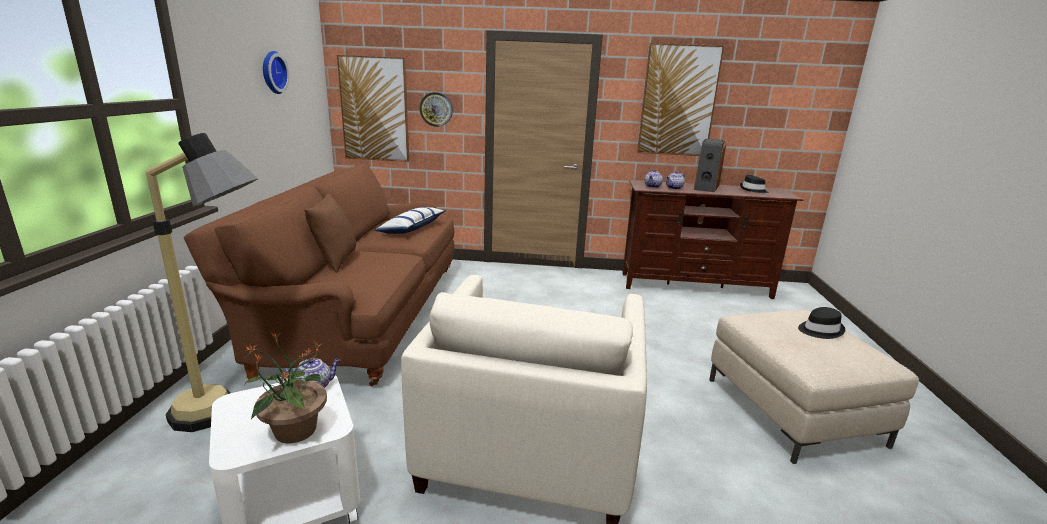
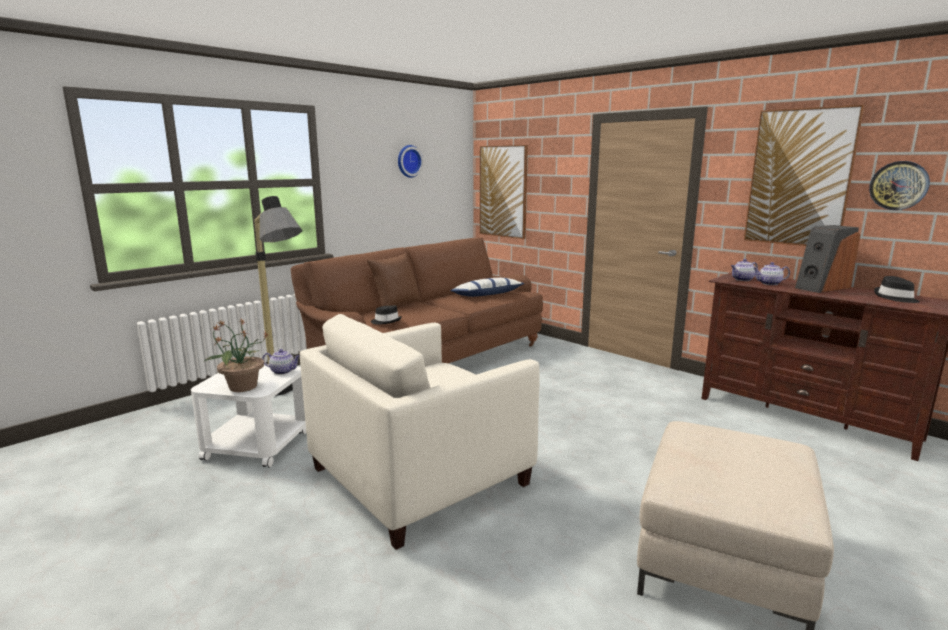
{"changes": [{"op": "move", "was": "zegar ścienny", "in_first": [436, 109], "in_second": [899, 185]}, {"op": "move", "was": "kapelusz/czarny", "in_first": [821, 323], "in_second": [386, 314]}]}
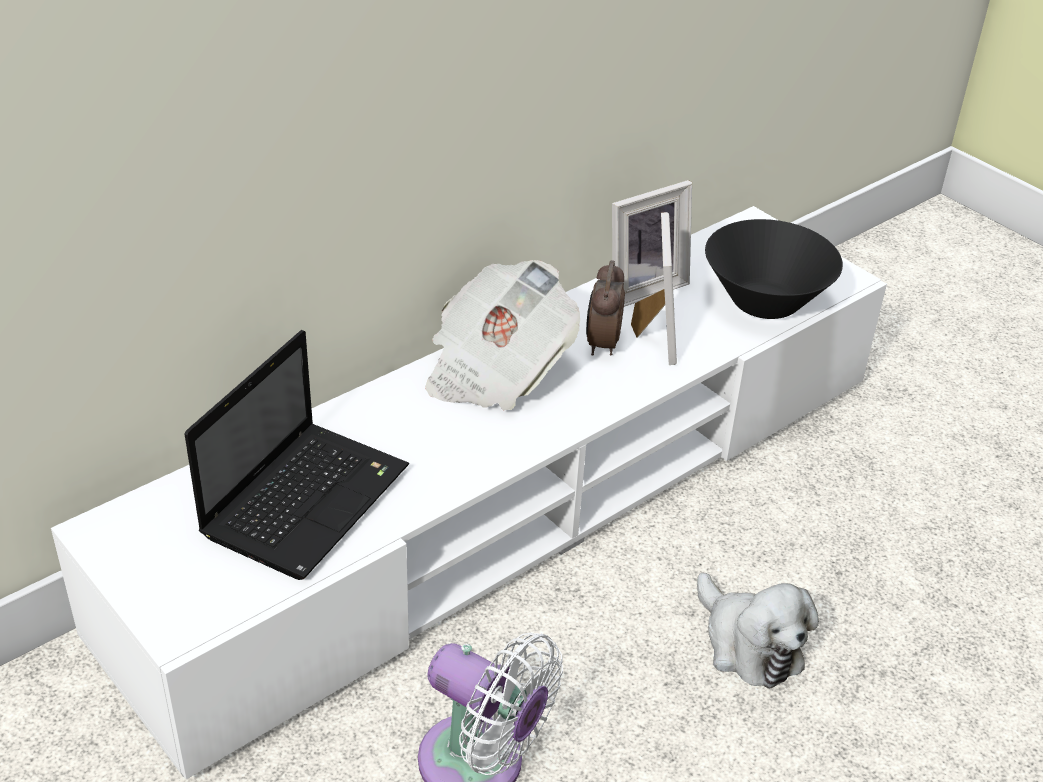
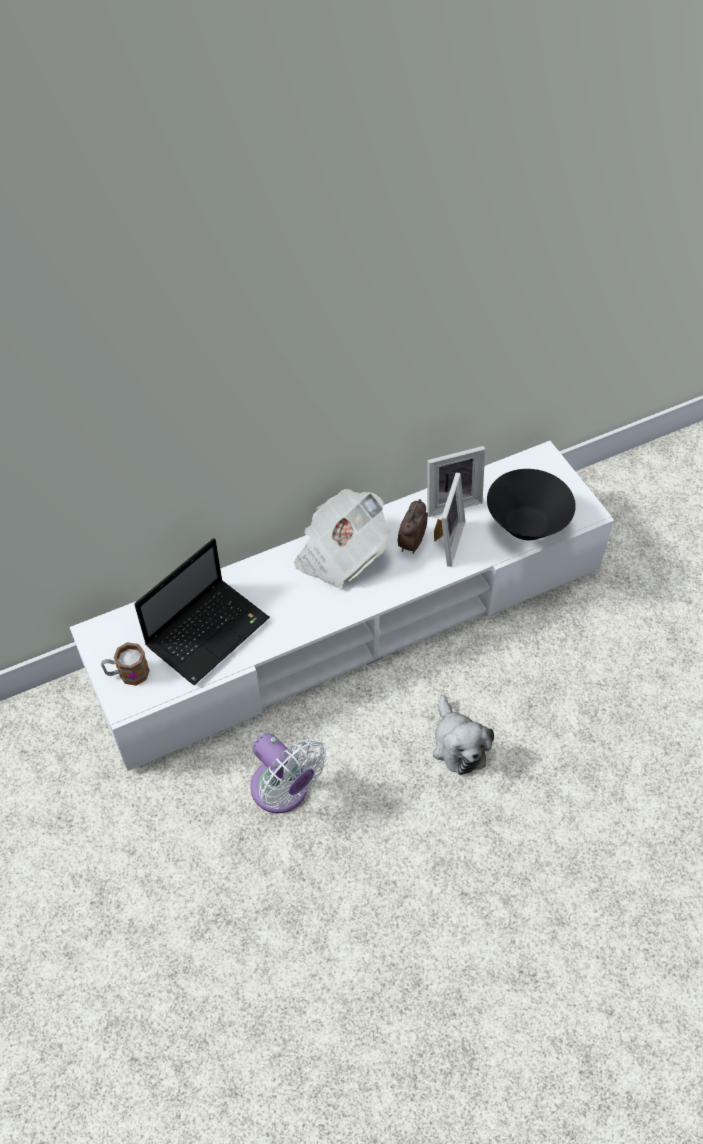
{"changes": [{"op": "insert", "now": "kubek", "in_second": [125, 664]}]}
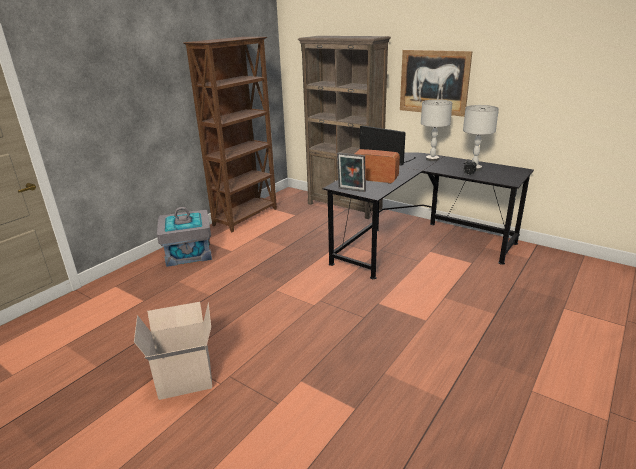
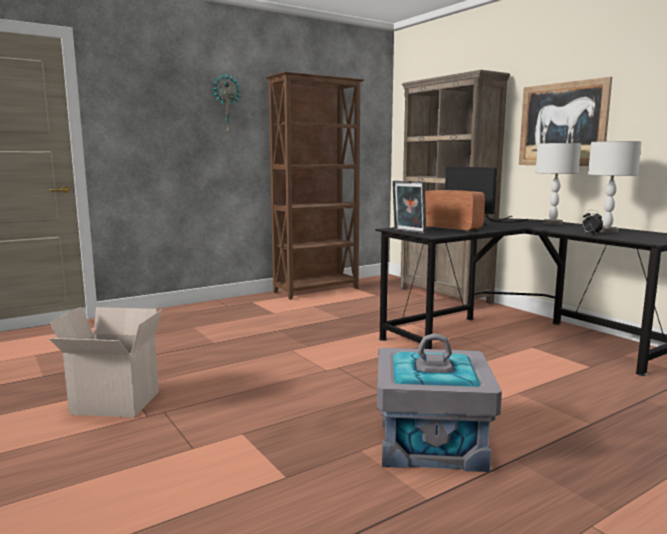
{"changes": [{"op": "move", "was": "pojemnik do przechowywania/szary", "in_first": [184, 237], "in_second": [439, 403]}, {"op": "insert", "now": "zegar ścienny", "in_second": [226, 103]}]}
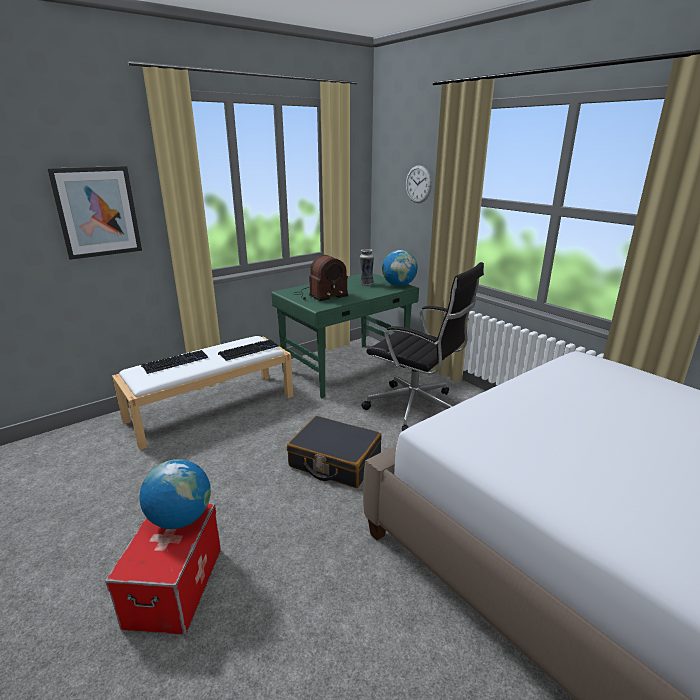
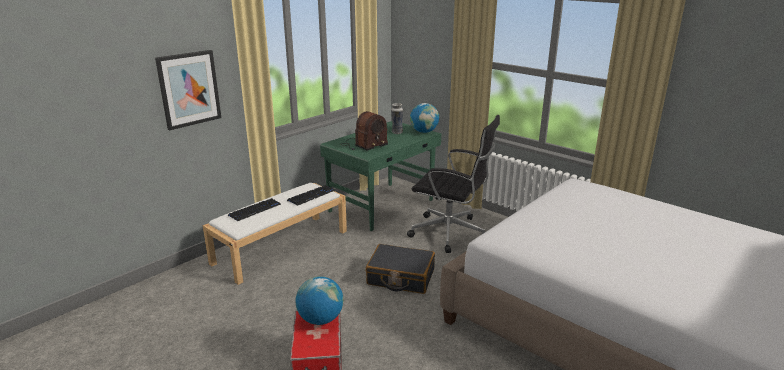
{"changes": [{"op": "delete", "was": "zegar ścienny", "in_first": [419, 184]}]}
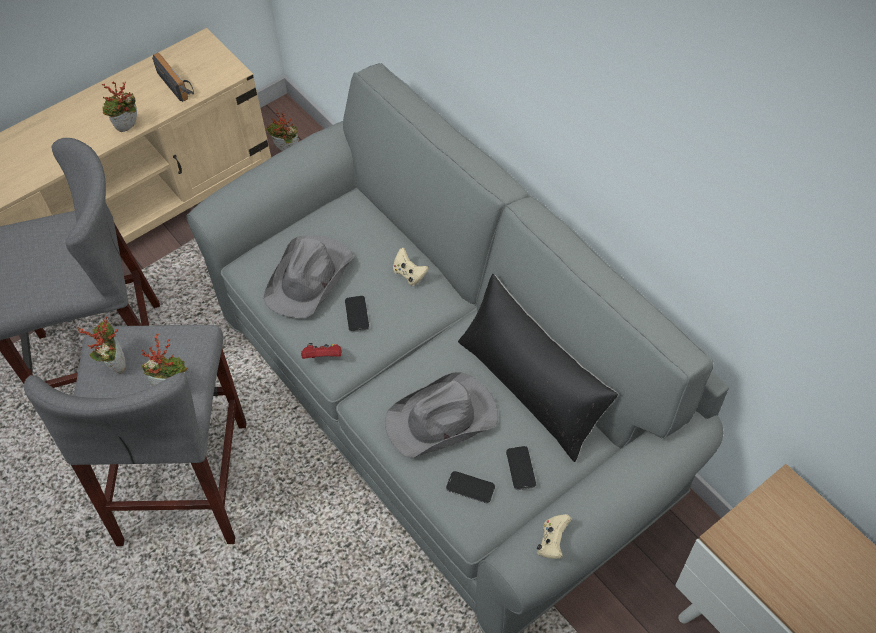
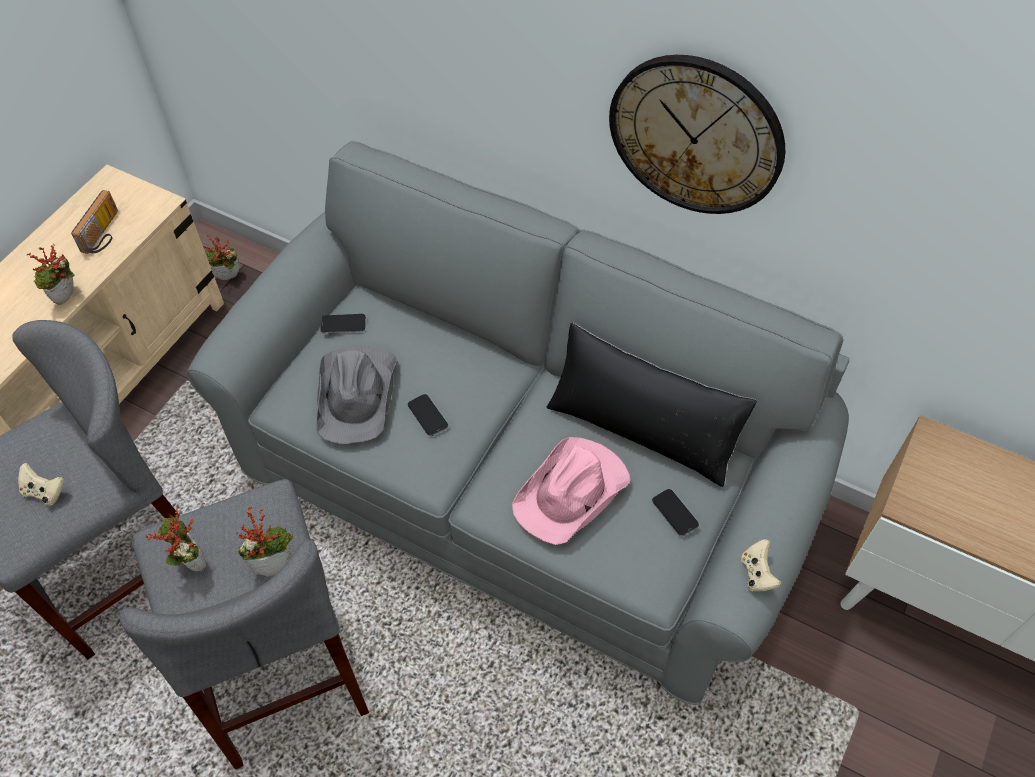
{"changes": [{"op": "rotate", "was": "radio", "in_first": [173, 77], "in_second": [94, 222], "clockwise": 75}, {"op": "delete", "was": "pad do gier/czerwony", "in_first": [321, 351]}, {"op": "recolor", "was": "kapelusz/szary", "now": "kapelusz/różowy", "in_first": [441, 415], "in_second": [571, 491]}, {"op": "move", "was": "pad do gier/beżowy", "in_first": [411, 267], "in_second": [41, 484]}, {"op": "move", "was": "telefon", "in_first": [470, 487], "in_second": [343, 324]}, {"op": "insert", "now": "zegar ścienny", "in_second": [697, 134]}]}
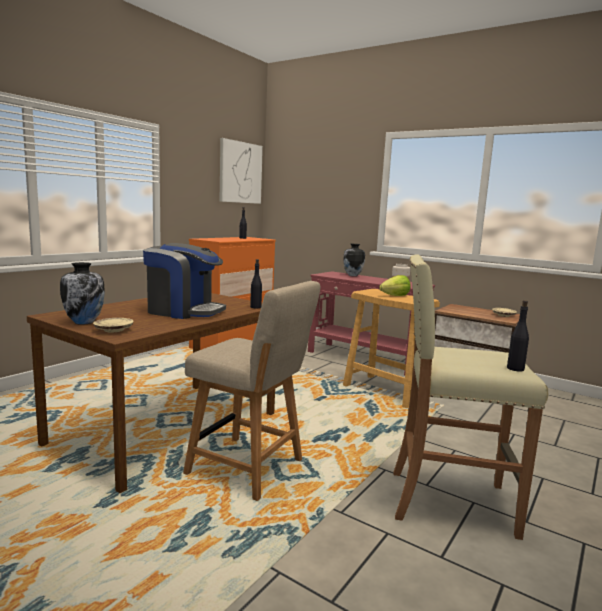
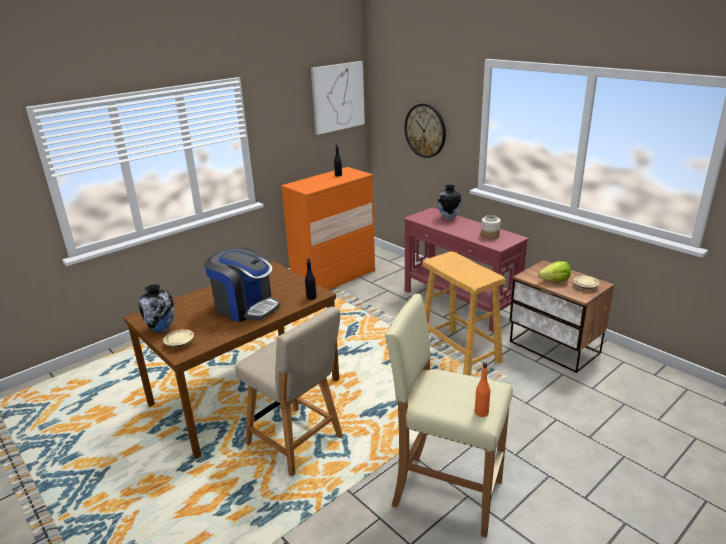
{"changes": [{"op": "move", "was": "sałata", "in_first": [395, 285], "in_second": [554, 271]}, {"op": "recolor", "was": "butelka/czarny", "now": "butelka/pomarańczowy", "in_first": [518, 335], "in_second": [482, 389]}, {"op": "insert", "now": "zegar ścienny", "in_second": [425, 130]}]}
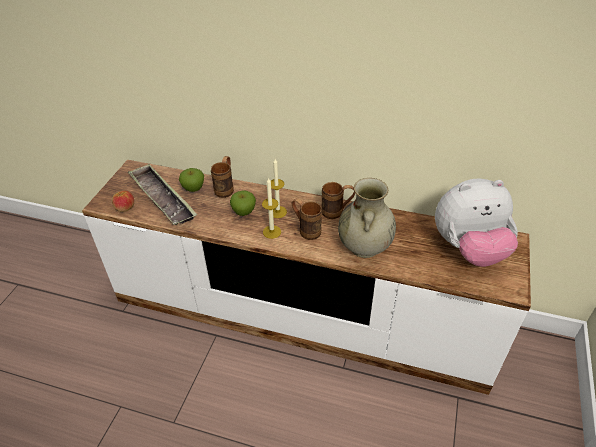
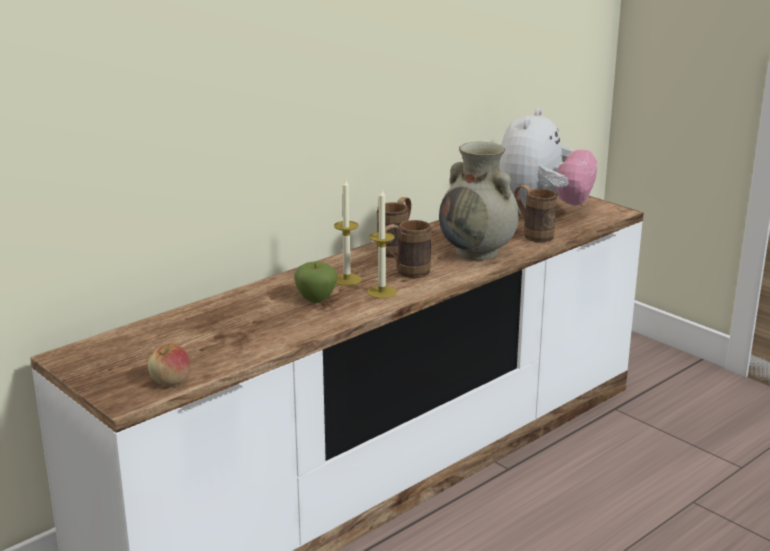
{"changes": [{"op": "delete", "was": "taca", "in_first": [162, 194]}, {"op": "delete", "was": "jabłko", "in_first": [191, 180]}, {"op": "move", "was": "kubek/brązowy", "in_first": [222, 177], "in_second": [535, 213]}]}
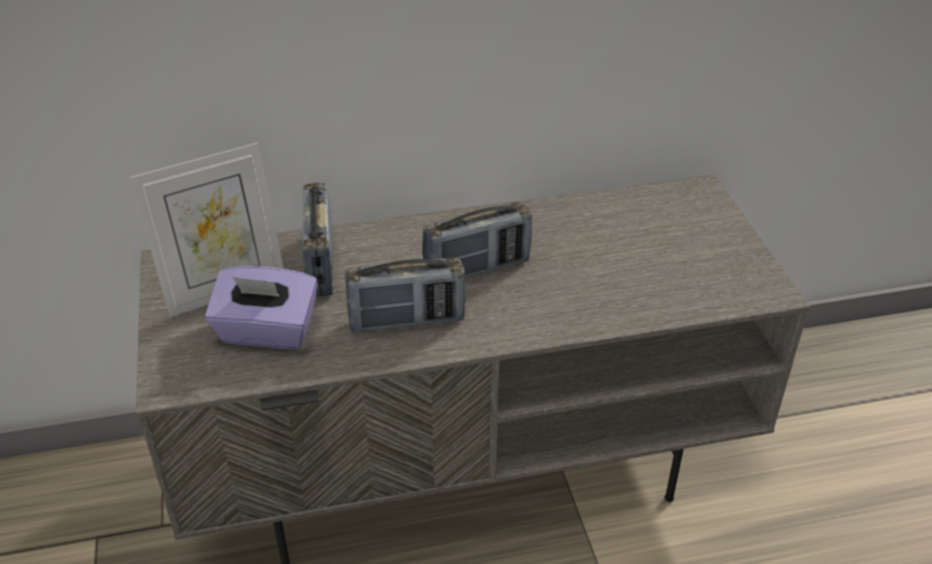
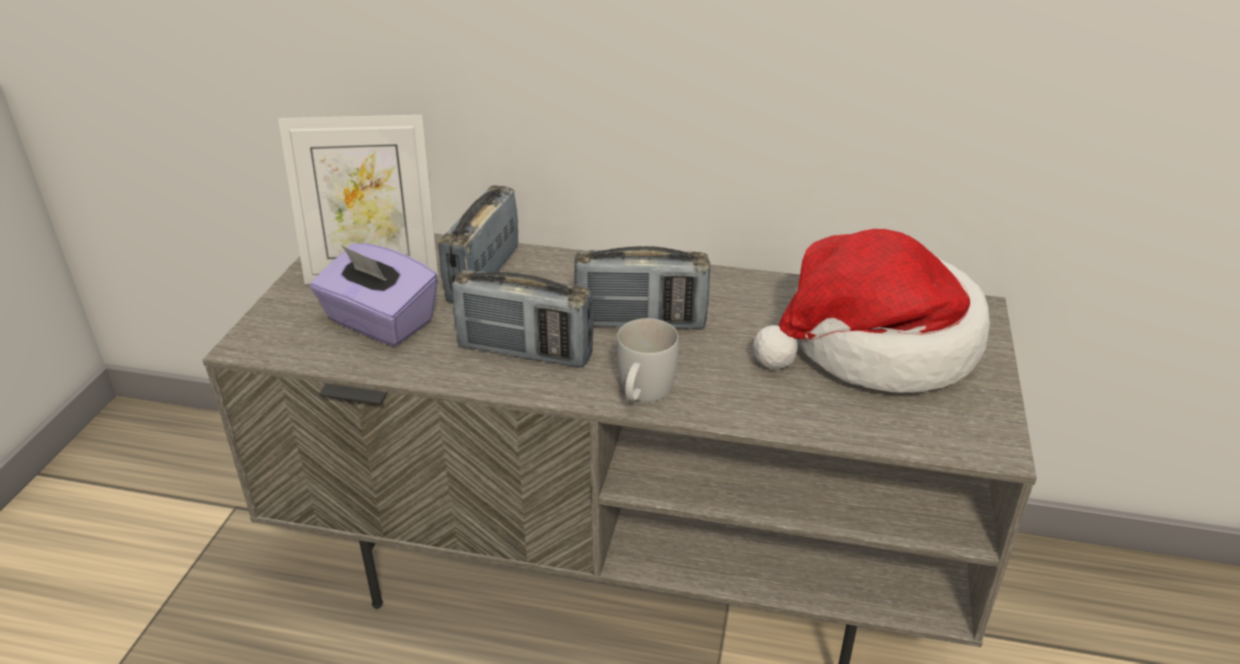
{"changes": [{"op": "insert", "now": "kubek/biały", "in_second": [648, 360]}, {"op": "insert", "now": "kapelusz", "in_second": [871, 311]}]}
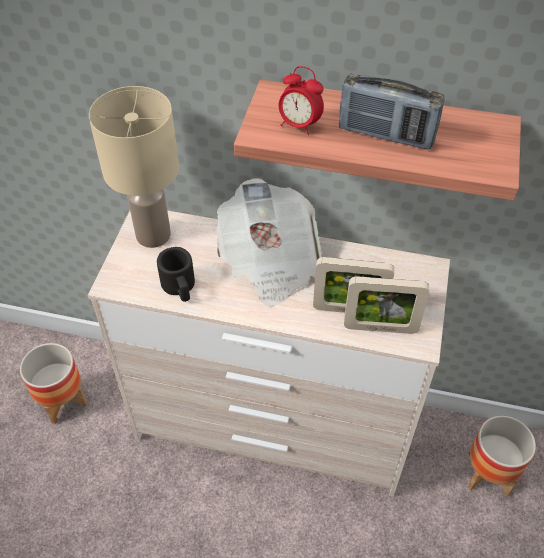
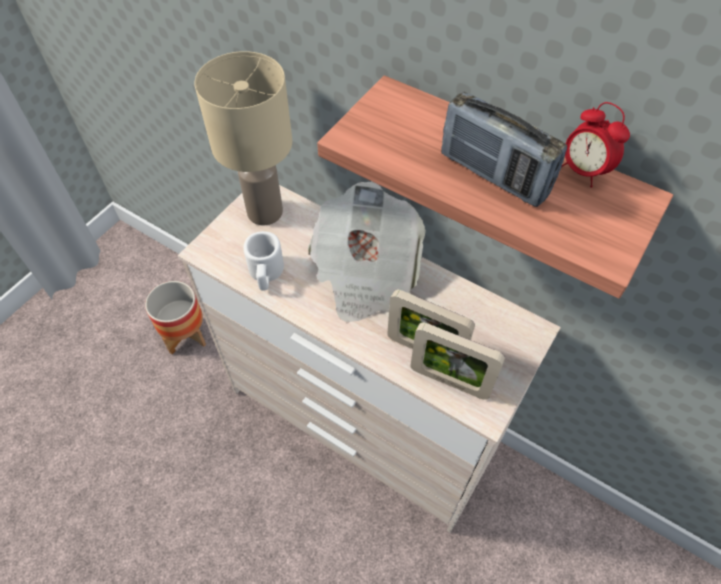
{"changes": [{"op": "recolor", "was": "kubek/czarny", "now": "kubek/biały", "in_first": [176, 274], "in_second": [264, 261]}, {"op": "move", "was": "budzik", "in_first": [301, 100], "in_second": [596, 144]}, {"op": "delete", "was": "donica", "in_first": [502, 456]}]}
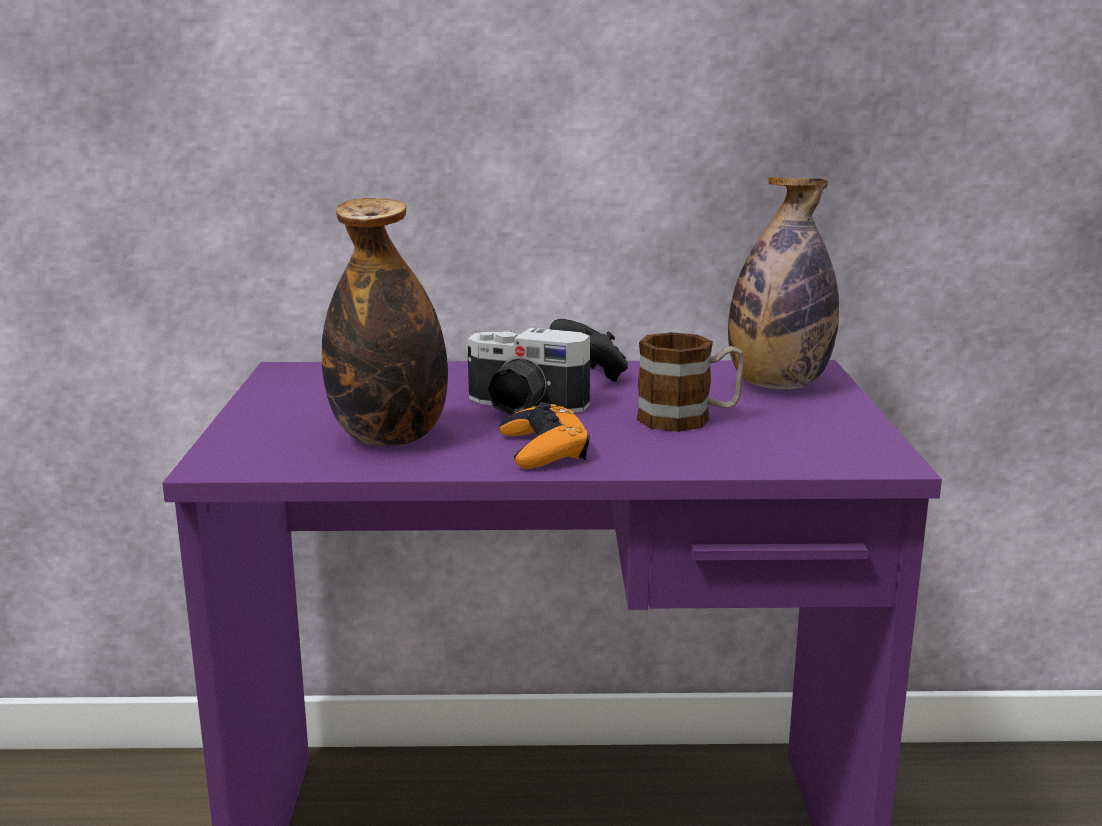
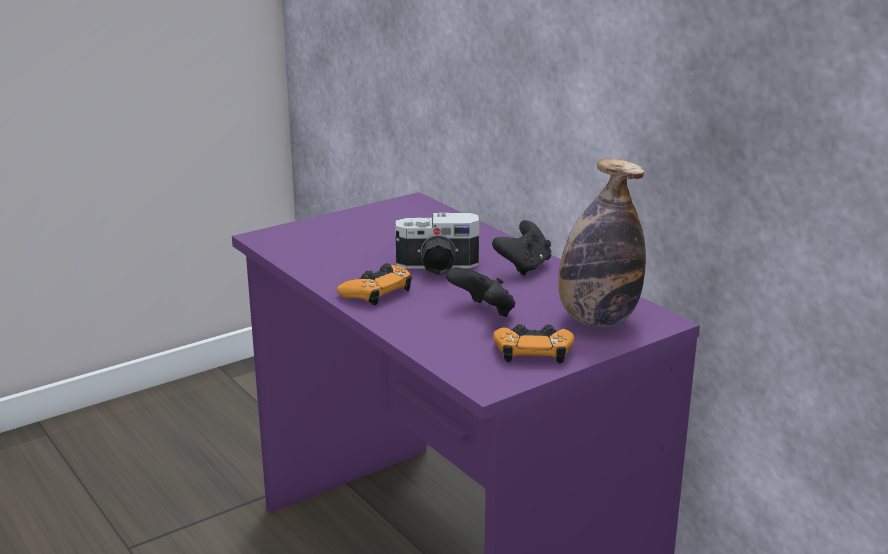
{"changes": [{"op": "delete", "was": "butelka", "in_first": [385, 322]}, {"op": "rotate", "was": "aparat fotograficzny", "in_first": [528, 372], "in_second": [437, 244], "clockwise": -75}, {"op": "replace", "was": "kubek", "now": "pad do gier/czarny", "in_first": [691, 382], "in_second": [480, 292]}, {"op": "insert", "now": "pad do gier/pomarańczowy", "in_second": [533, 344]}]}
